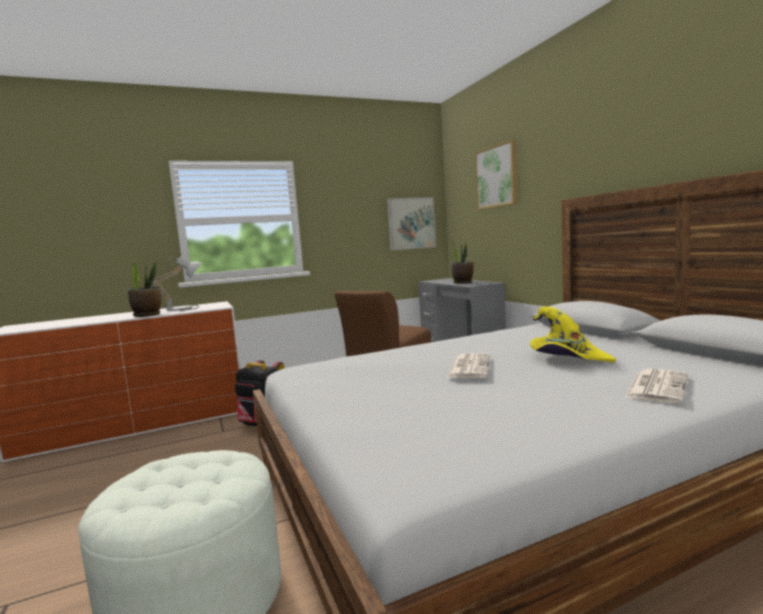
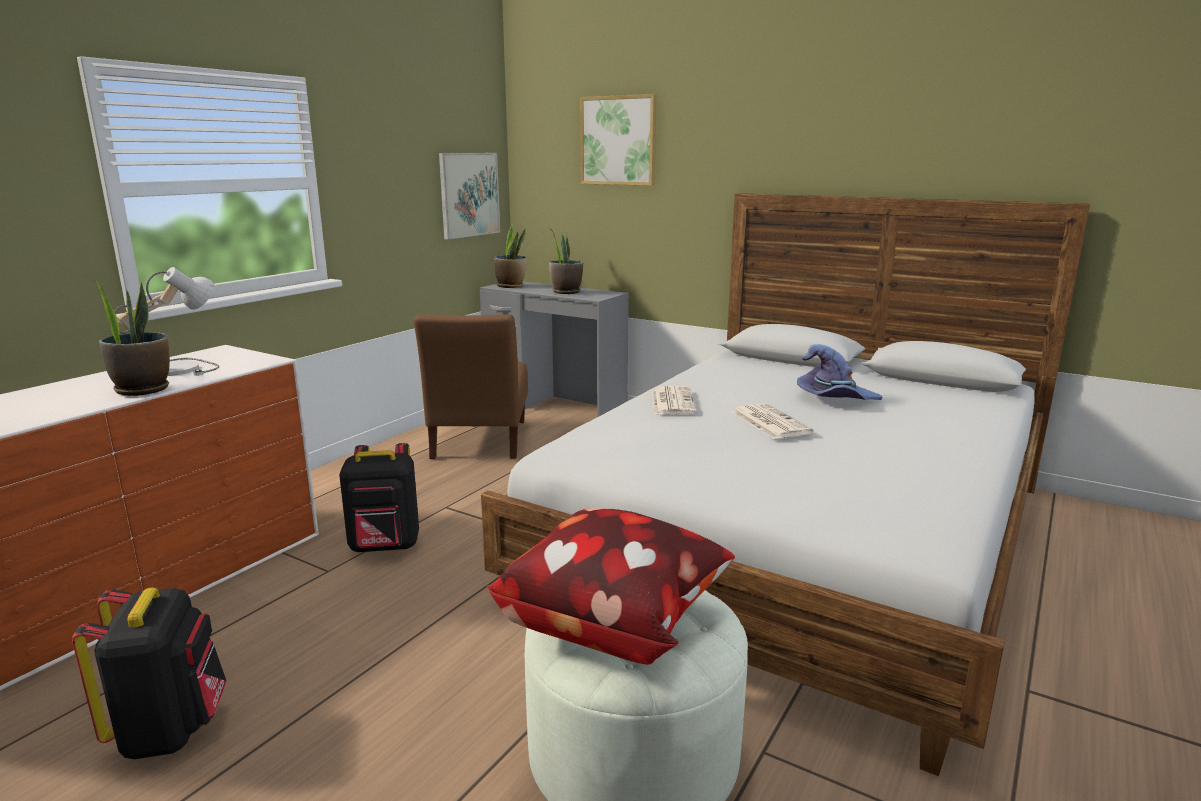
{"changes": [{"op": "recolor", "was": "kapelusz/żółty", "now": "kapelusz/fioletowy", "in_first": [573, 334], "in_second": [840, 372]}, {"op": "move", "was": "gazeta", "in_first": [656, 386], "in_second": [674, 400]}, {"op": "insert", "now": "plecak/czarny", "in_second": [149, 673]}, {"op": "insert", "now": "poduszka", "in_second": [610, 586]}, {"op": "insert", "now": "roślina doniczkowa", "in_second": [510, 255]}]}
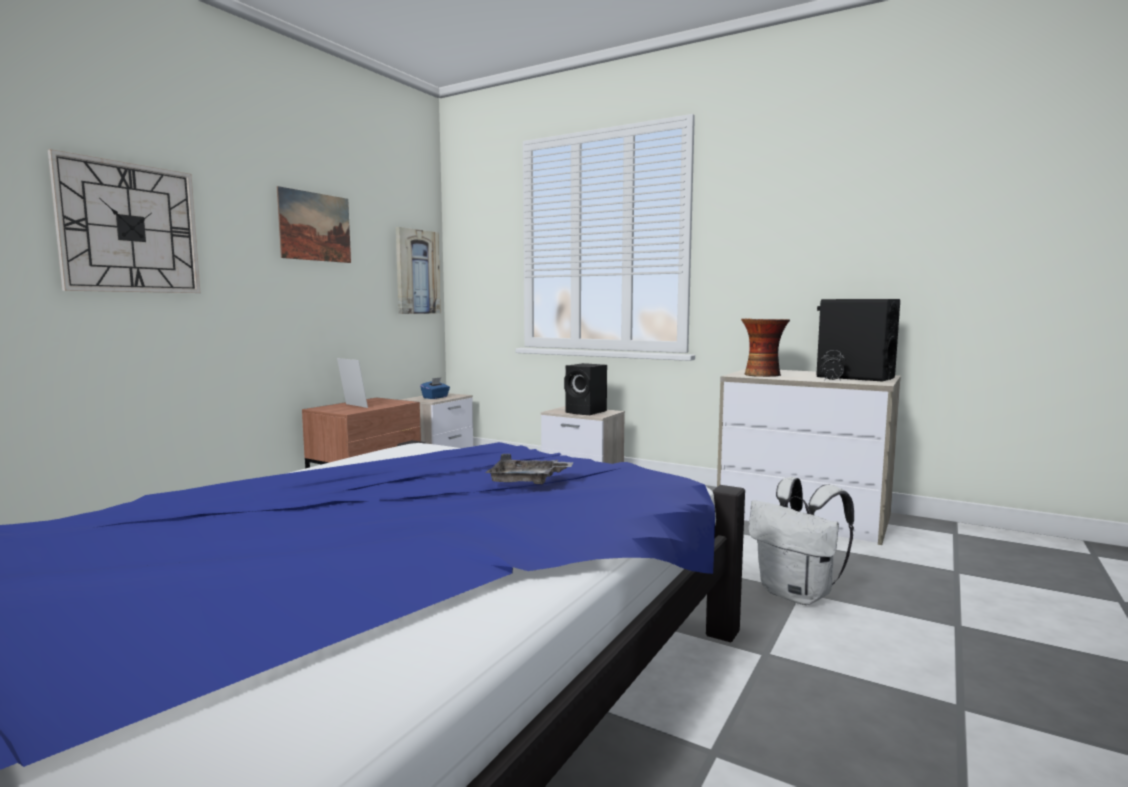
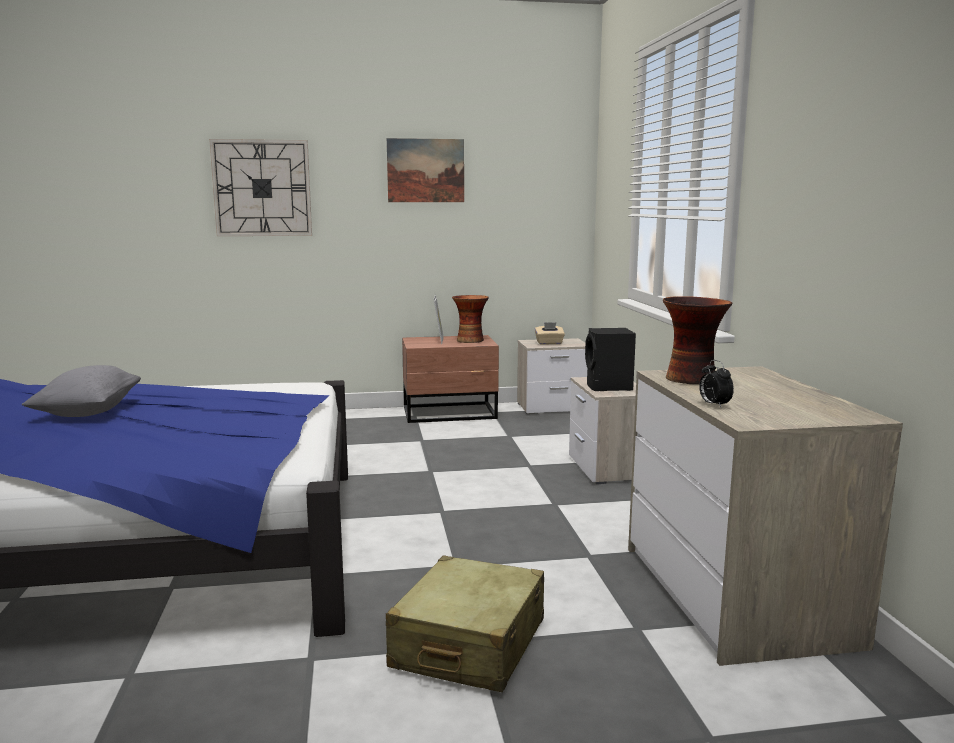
{"changes": [{"op": "delete", "was": "obraz", "in_first": [418, 270]}, {"op": "recolor", "was": "pudełko chusteczek/niebieski", "now": "pudełko chusteczek/beżowy", "in_first": [435, 388], "in_second": [550, 333]}, {"op": "delete", "was": "taca/szary", "in_first": [529, 469]}, {"op": "replace", "was": "plecak/biały", "now": "walizka/beżowy", "in_first": [801, 541], "in_second": [465, 624]}, {"op": "delete", "was": "głośnik/czarny", "in_first": [858, 340]}, {"op": "insert", "now": "poduszka/szary", "in_second": [81, 391]}, {"op": "insert", "now": "wazon", "in_second": [470, 319]}]}
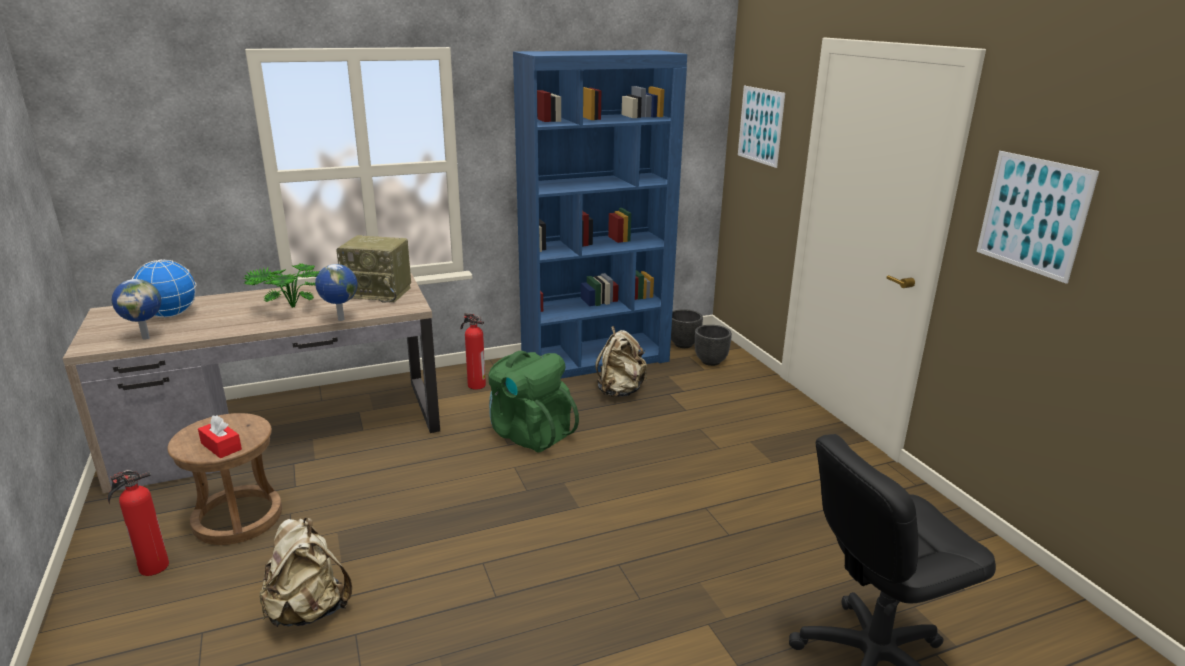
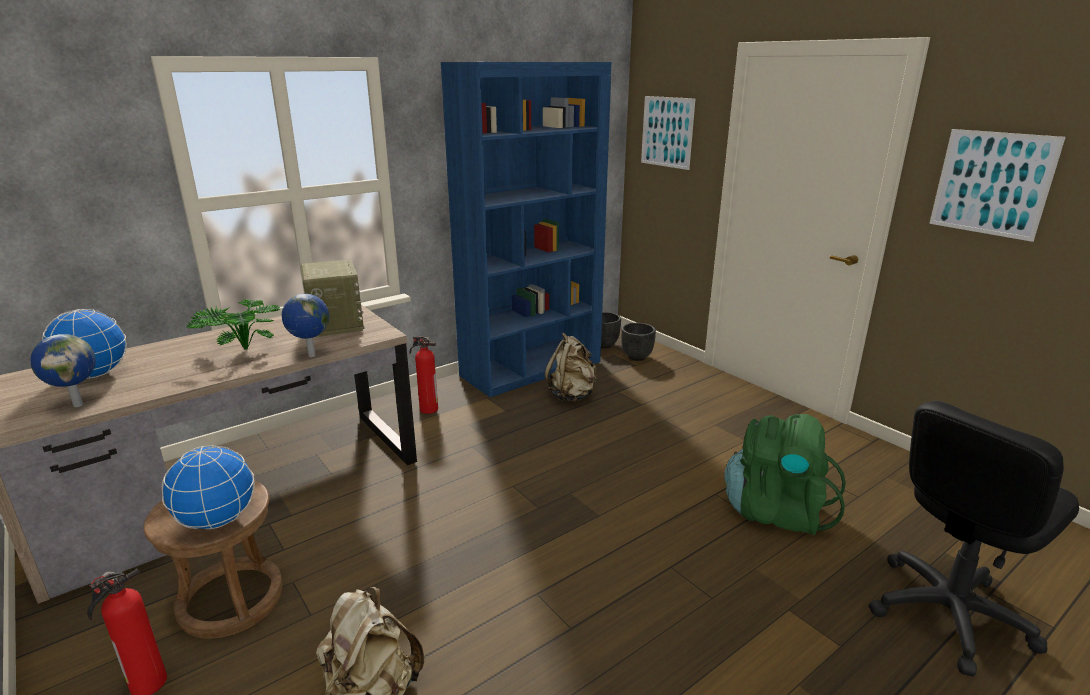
{"changes": [{"op": "replace", "was": "pudełko chusteczek/czerwony", "now": "globus", "in_first": [220, 436], "in_second": [208, 487]}, {"op": "rotate", "was": "radio", "in_first": [373, 269], "in_second": [333, 298], "clockwise": -105}, {"op": "move", "was": "plecak/zielony", "in_first": [533, 401], "in_second": [785, 474]}]}
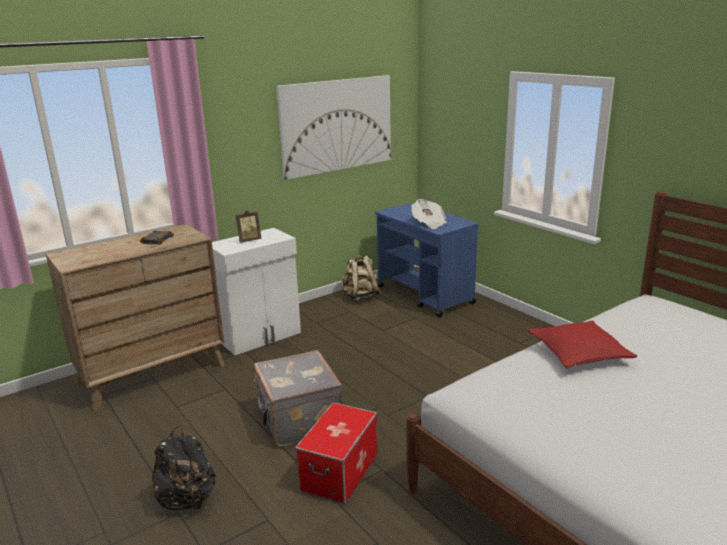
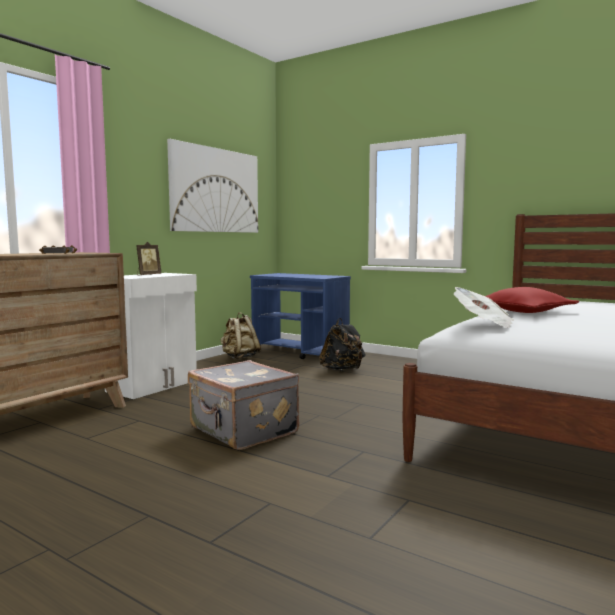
{"changes": [{"op": "move", "was": "plecak/czarny", "in_first": [182, 468], "in_second": [342, 344]}, {"op": "delete", "was": "pojemnik do przechowywania", "in_first": [336, 453]}, {"op": "move", "was": "gazeta", "in_first": [429, 214], "in_second": [483, 307]}]}
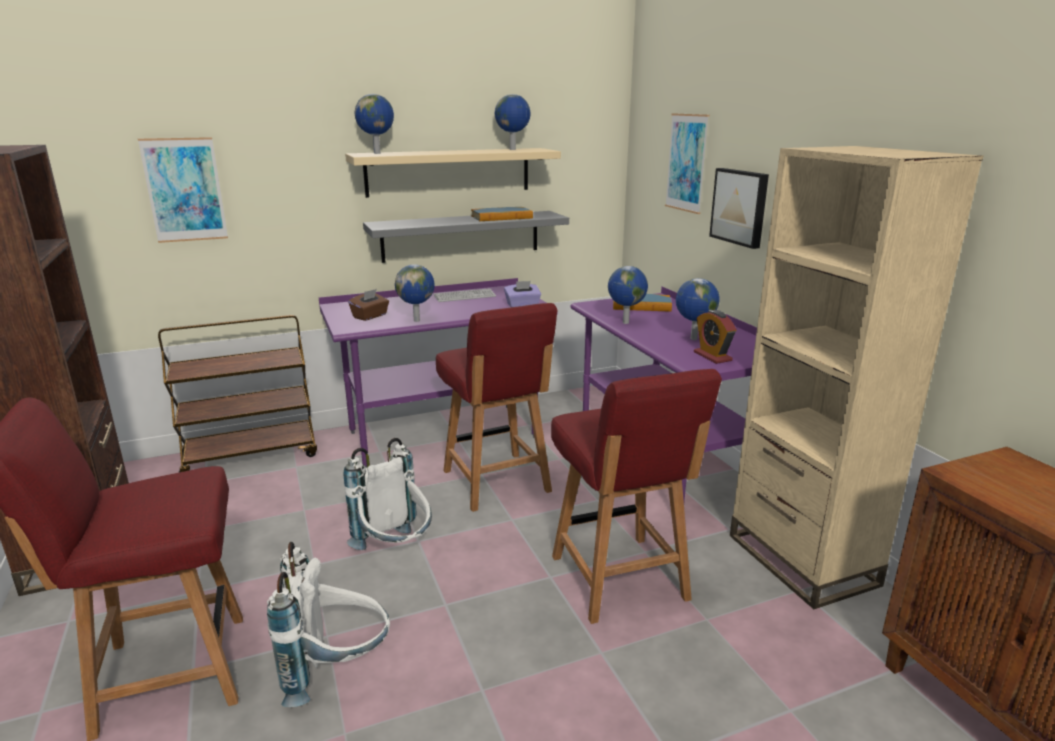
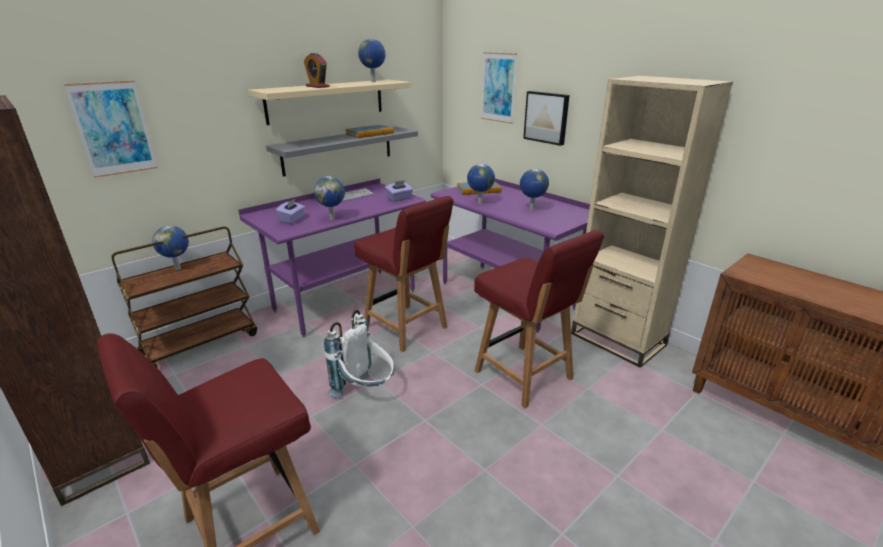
{"changes": [{"op": "delete", "was": "plecak/biały", "in_first": [328, 624]}, {"op": "recolor", "was": "pudełko chusteczek/brązowy", "now": "pudełko chusteczek/fioletowy", "in_first": [368, 305], "in_second": [290, 211]}, {"op": "move", "was": "globus", "in_first": [374, 124], "in_second": [170, 248]}, {"op": "move", "was": "budzik", "in_first": [715, 337], "in_second": [317, 70]}]}
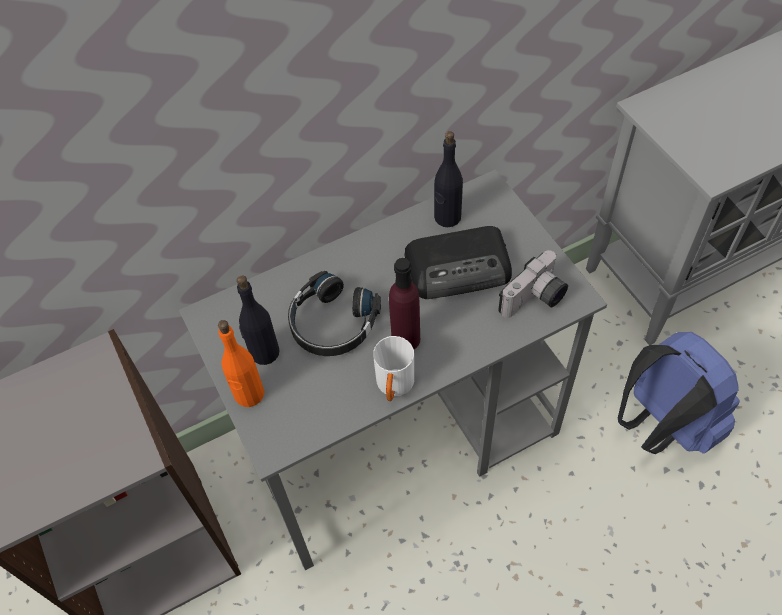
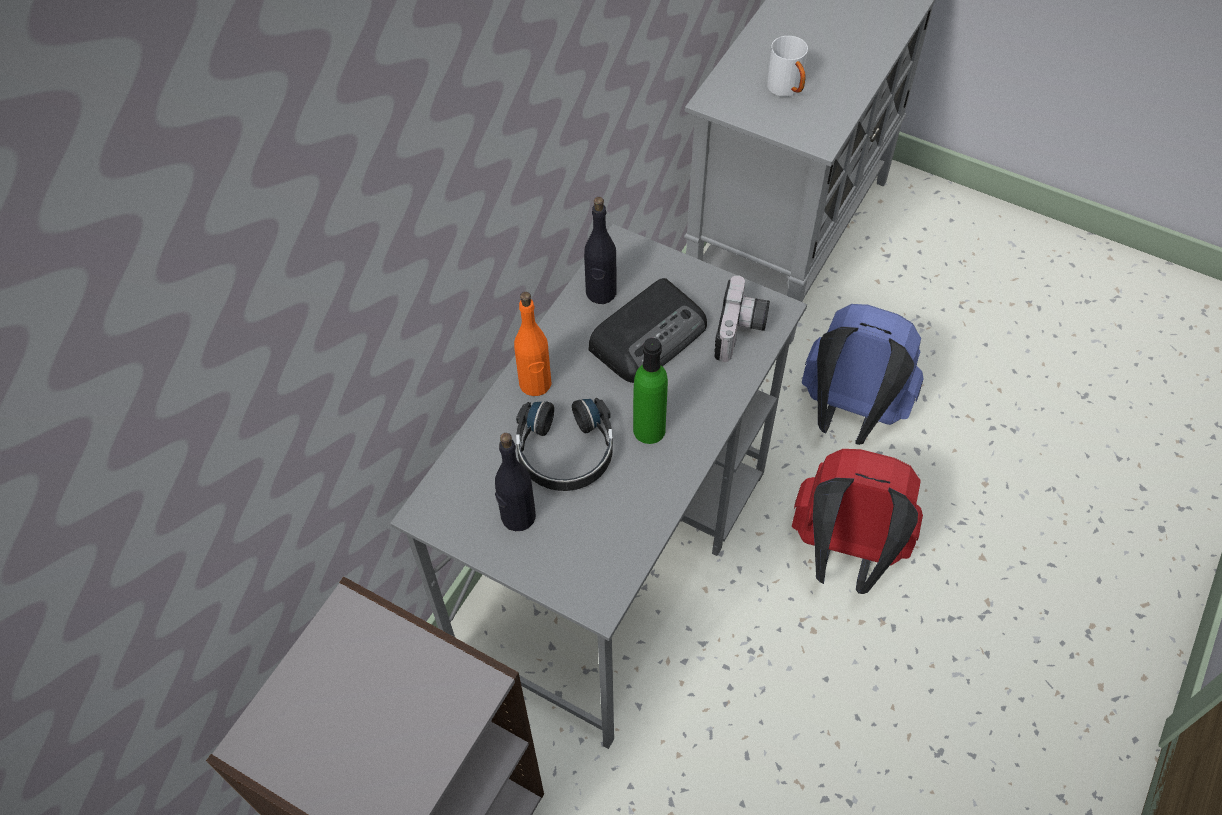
{"changes": [{"op": "move", "was": "butelka/pomarańczowy", "in_first": [241, 363], "in_second": [533, 344]}, {"op": "move", "was": "kubek/biały", "in_first": [393, 368], "in_second": [787, 66]}, {"op": "recolor", "was": "butelka/fioletowy", "now": "butelka/zielony", "in_first": [404, 303], "in_second": [650, 391]}, {"op": "insert", "now": "plecak/czerwony", "in_second": [857, 521]}]}
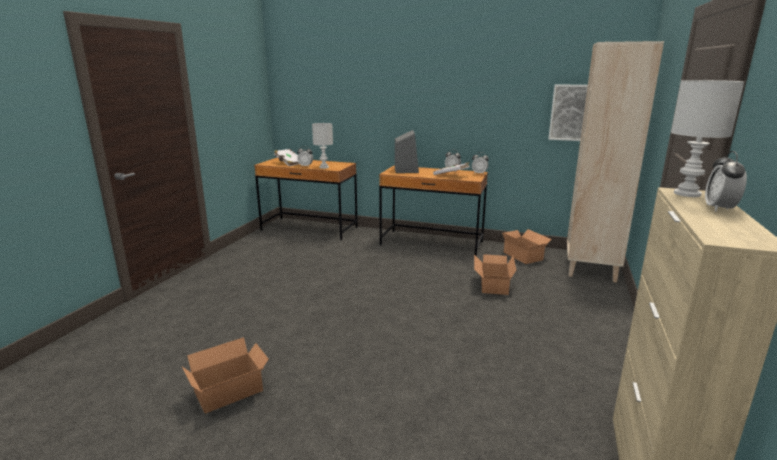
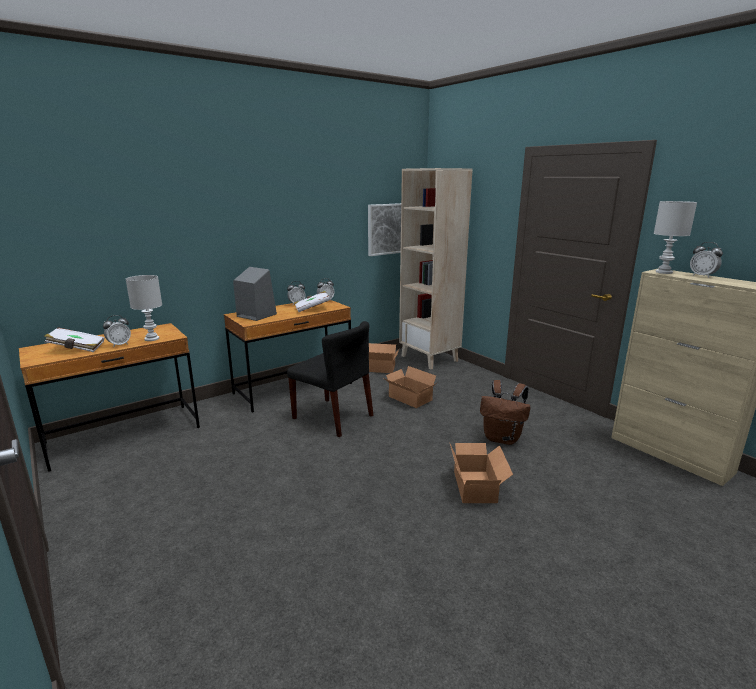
{"changes": [{"op": "move", "was": "karton", "in_first": [225, 375], "in_second": [481, 473]}, {"op": "insert", "now": "krzesło/czarny", "in_second": [330, 379]}, {"op": "insert", "now": "plecak/brązowy", "in_second": [505, 412]}]}
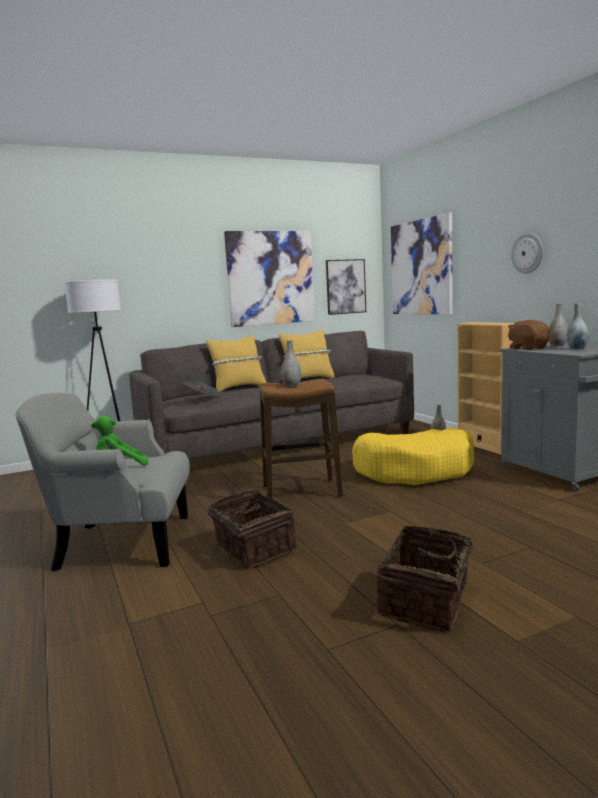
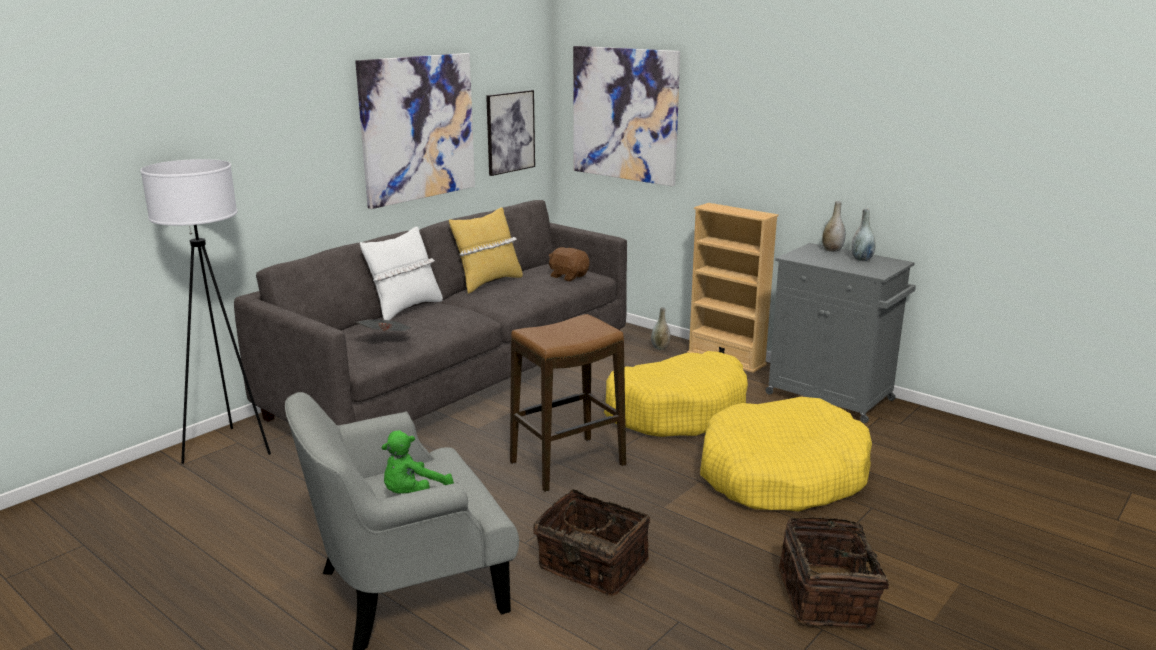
{"changes": [{"op": "recolor", "was": "poduszka/żółty", "now": "poduszka/biały", "in_first": [236, 363], "in_second": [401, 273]}, {"op": "delete", "was": "wazon/szary", "in_first": [291, 363]}, {"op": "move", "was": "pluszak/brązowy", "in_first": [529, 335], "in_second": [569, 264]}, {"op": "delete", "was": "zegar ścienny", "in_first": [527, 253]}, {"op": "insert", "now": "legowisko/żółty", "in_second": [786, 454]}]}
